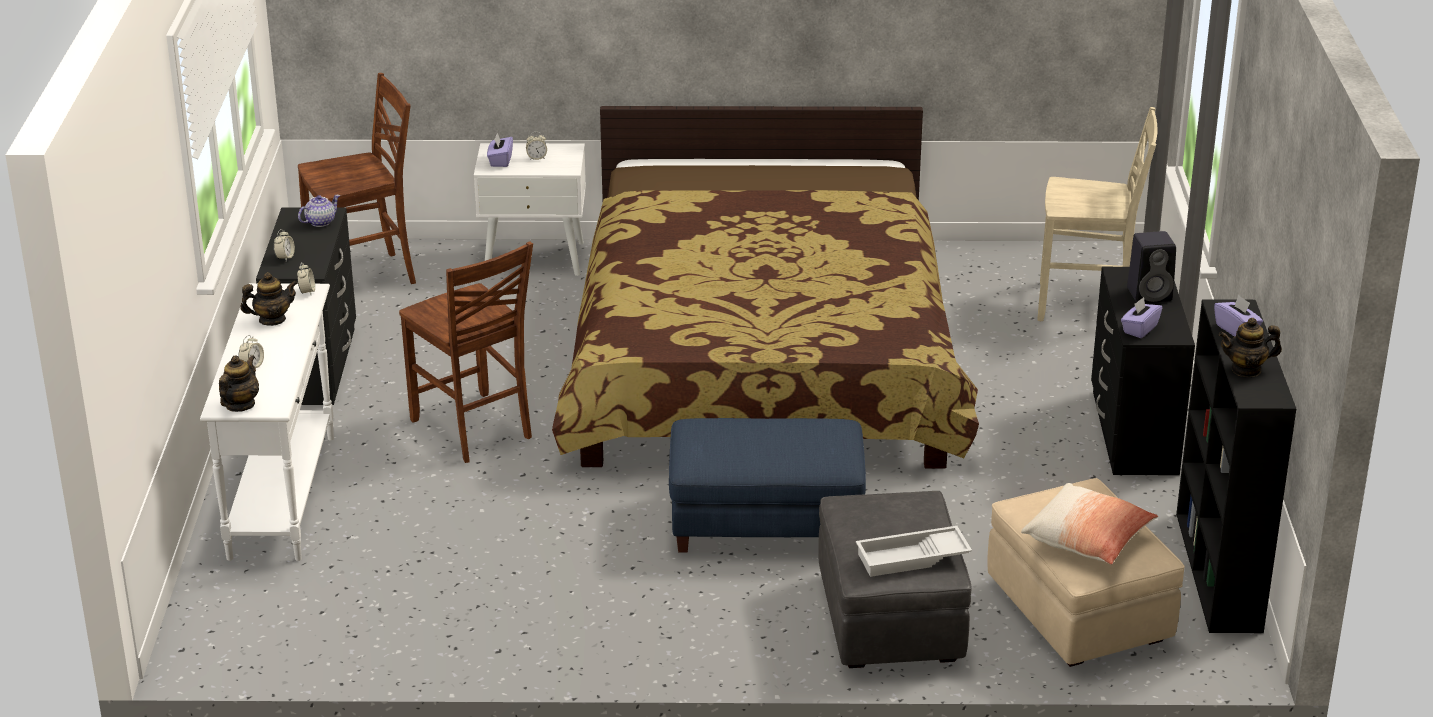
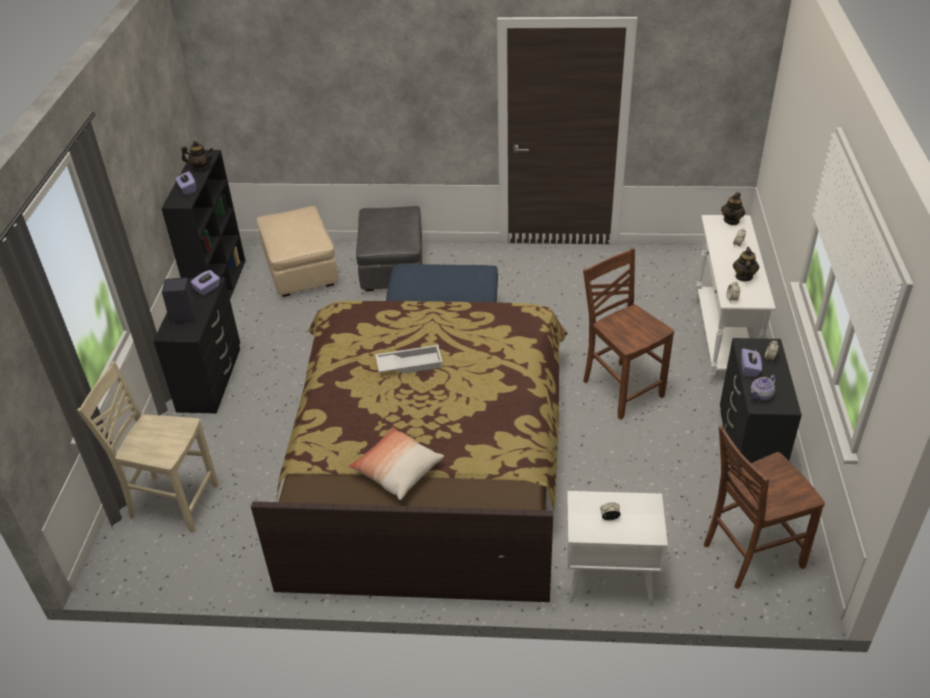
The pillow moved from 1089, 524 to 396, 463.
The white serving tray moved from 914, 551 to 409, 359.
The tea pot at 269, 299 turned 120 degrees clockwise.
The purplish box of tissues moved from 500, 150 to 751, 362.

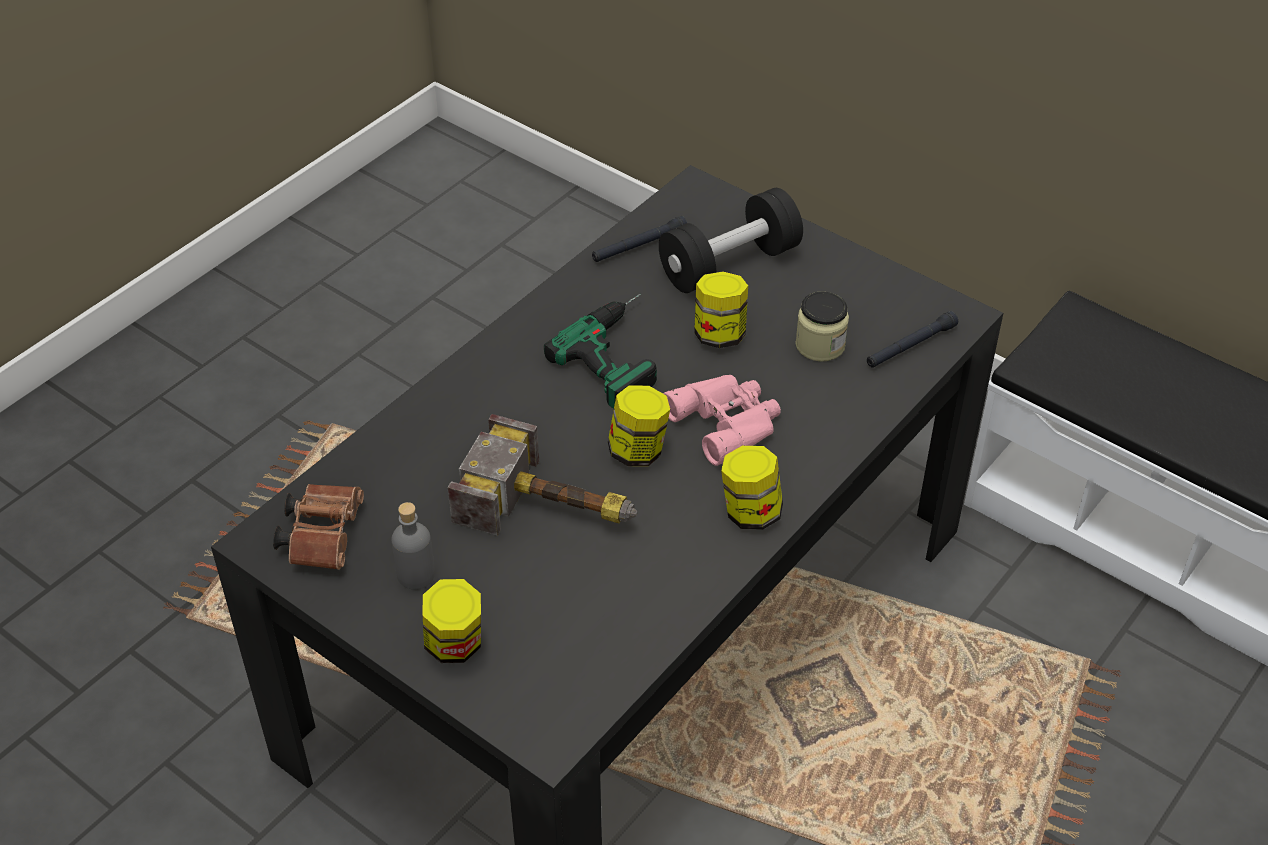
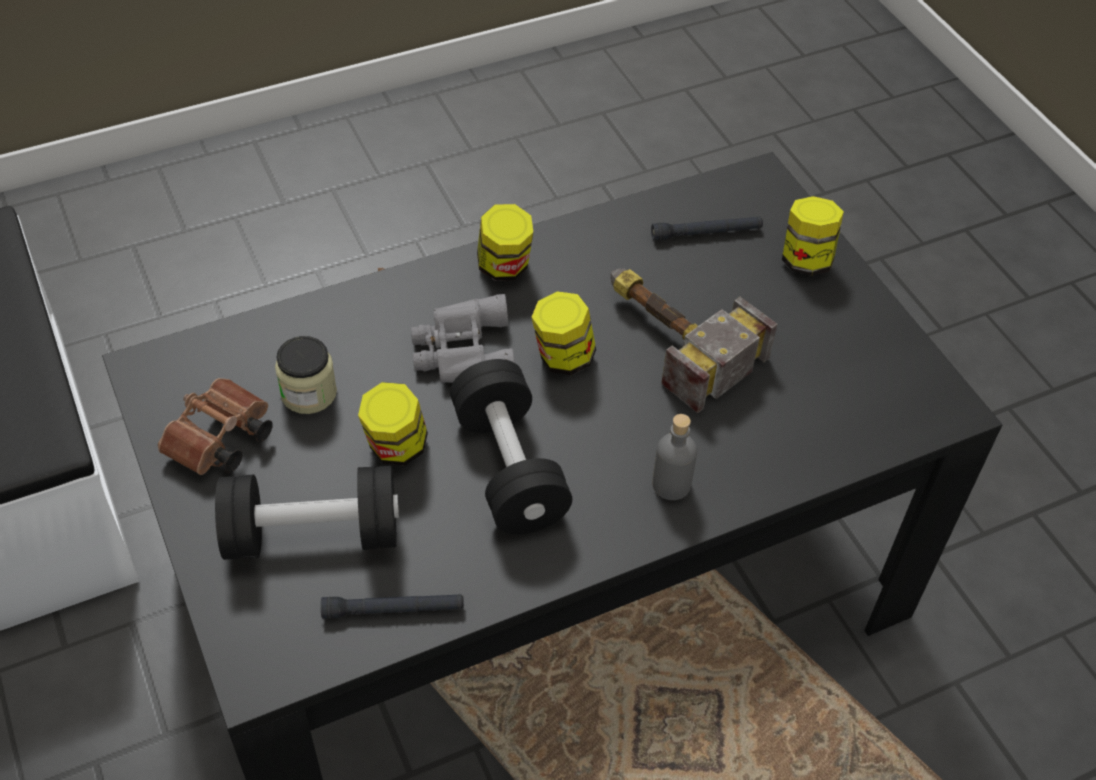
The brown-coloured field glasses moved from 318, 527 to 215, 426.
The pink field glasses at 722, 420 became the greyish field glasses at 463, 338.
The drill at 600, 351 was replaced by the black dumbbell at 511, 446.
The black hand torch moved from 912, 339 to 707, 229.
The greyish beverage bottle moved from 413, 546 to 674, 457.

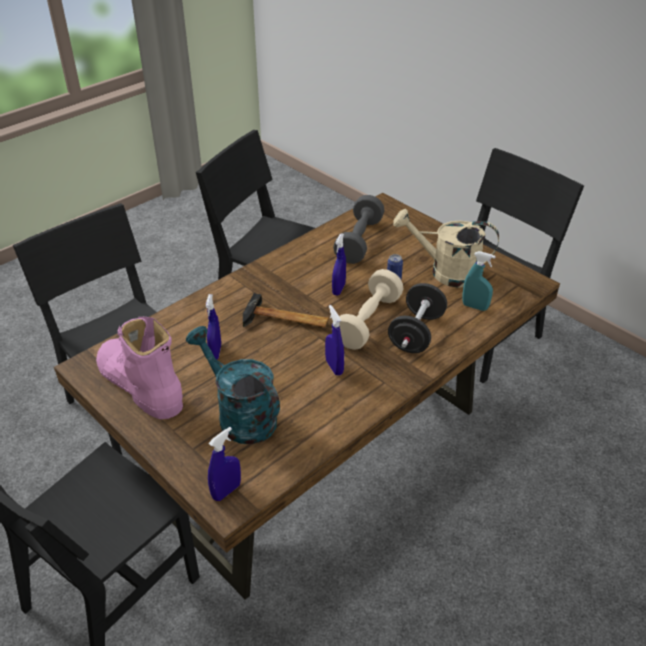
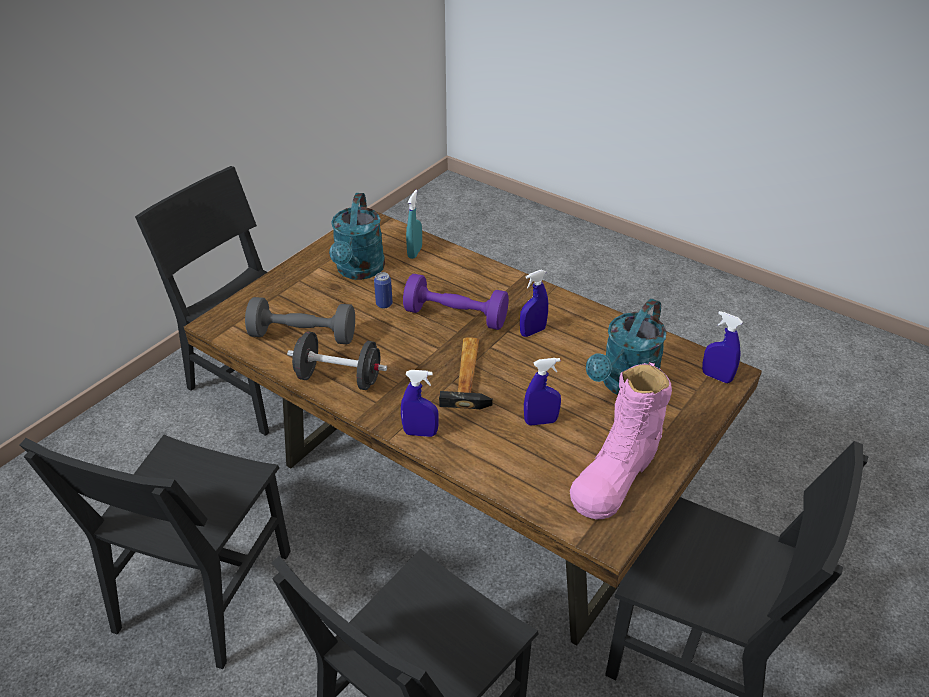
The black dumbbell moved from 417, 318 to 337, 360.
The beige watering pot at 446, 248 became the turquoise-coloured watering pot at 357, 236.
The blue sprayer moved from 339, 264 to 420, 403.
The beige dumbbell at 371, 309 became the purplish dumbbell at 456, 302.

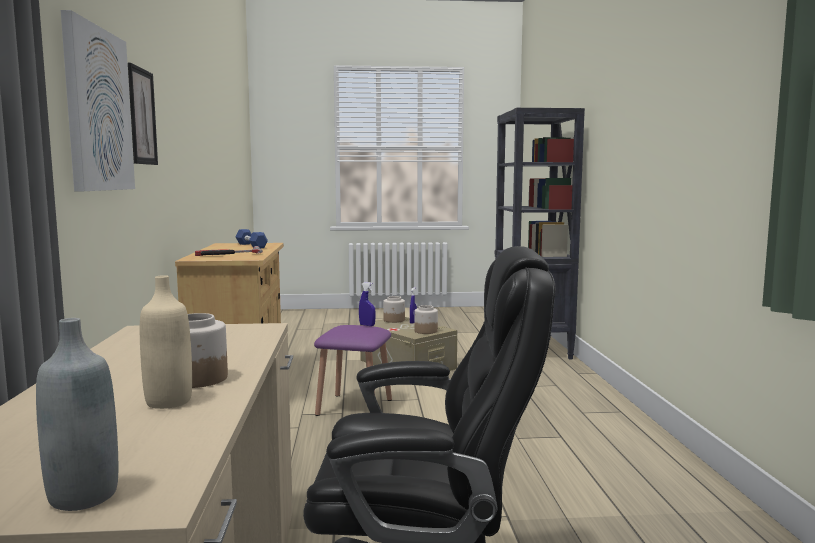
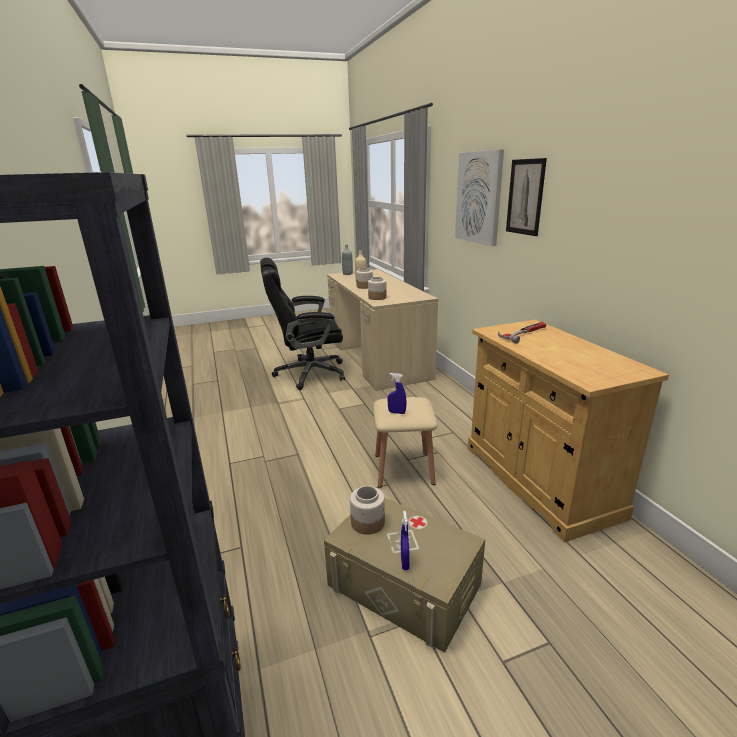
The jar moved from 394, 309 to 377, 288.
The purplish stool seat at 353, 370 became the beige stool seat at 405, 442.
The blue dumbbell at 252, 238 disappeared.

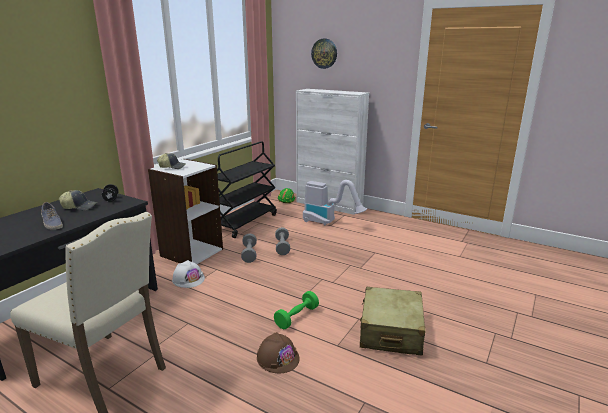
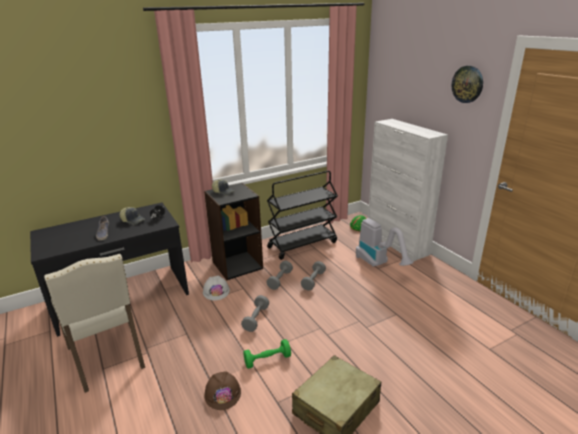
The white bookcase at 185, 211 became the black bookcase at 233, 232.
The greyish dumbbell at 255, 313 appeared.
The wall clock moved from 324, 54 to 467, 84.

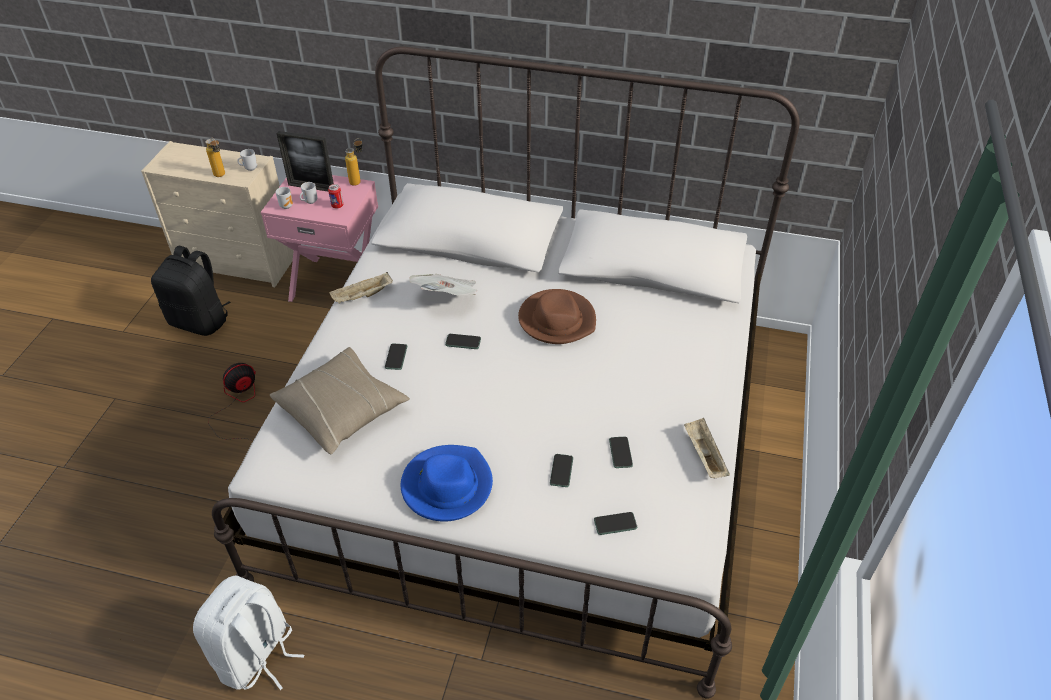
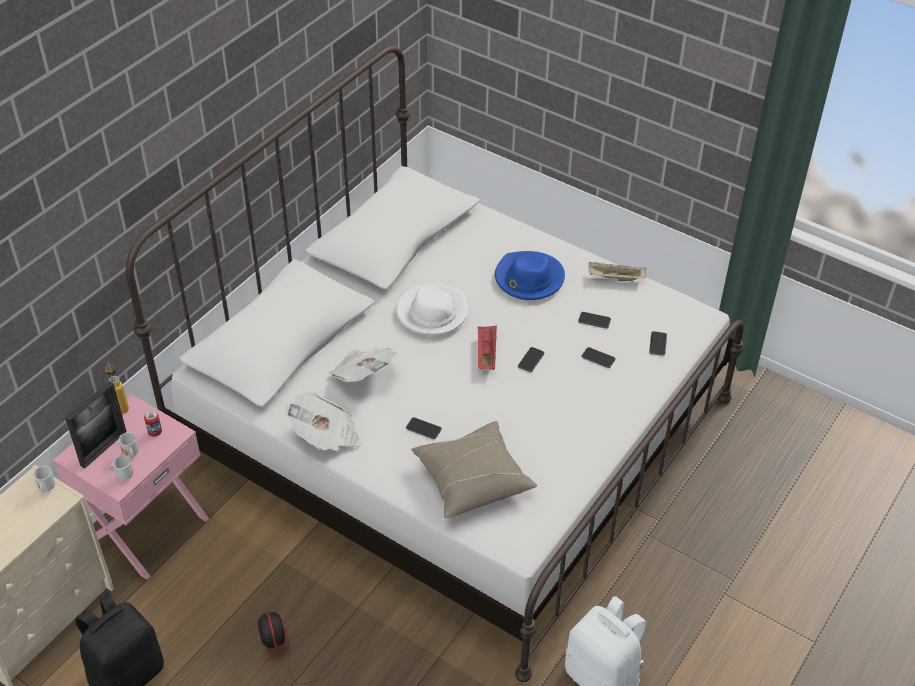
The beige serving tray at 361, 288 was replaced by the daily paper at 323, 421.
The brown-coloured hat at 557, 316 became the white hat at 432, 310.
The red-coloured serving tray at 487, 347 appeared.
The blue hat moved from 446, 483 to 530, 275.
The phone moved from 463, 341 to 531, 359.
The beverage bottle at 215, 157 disappeared.

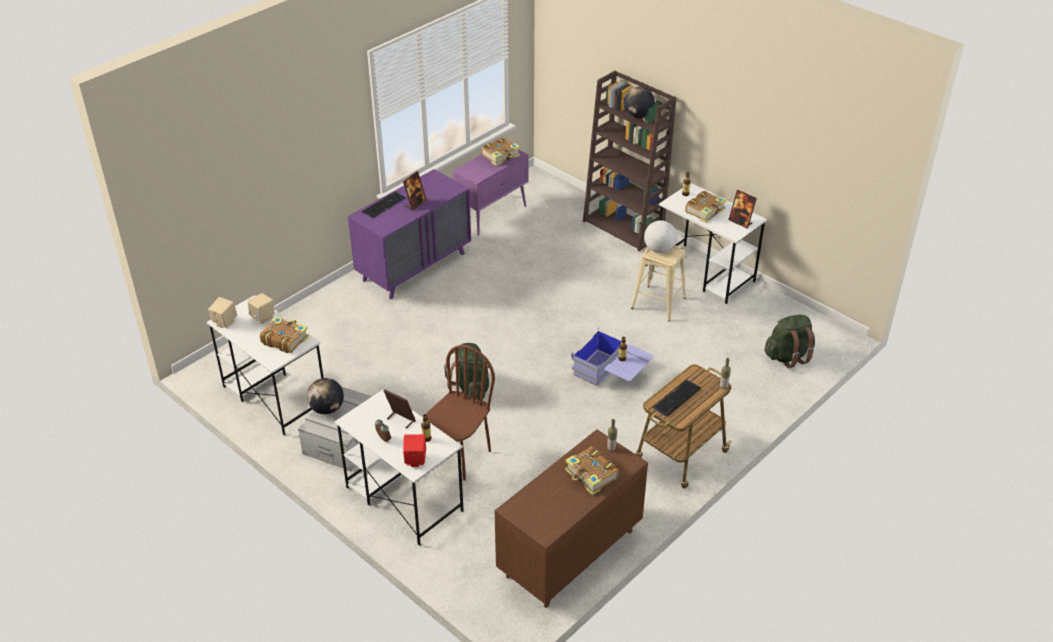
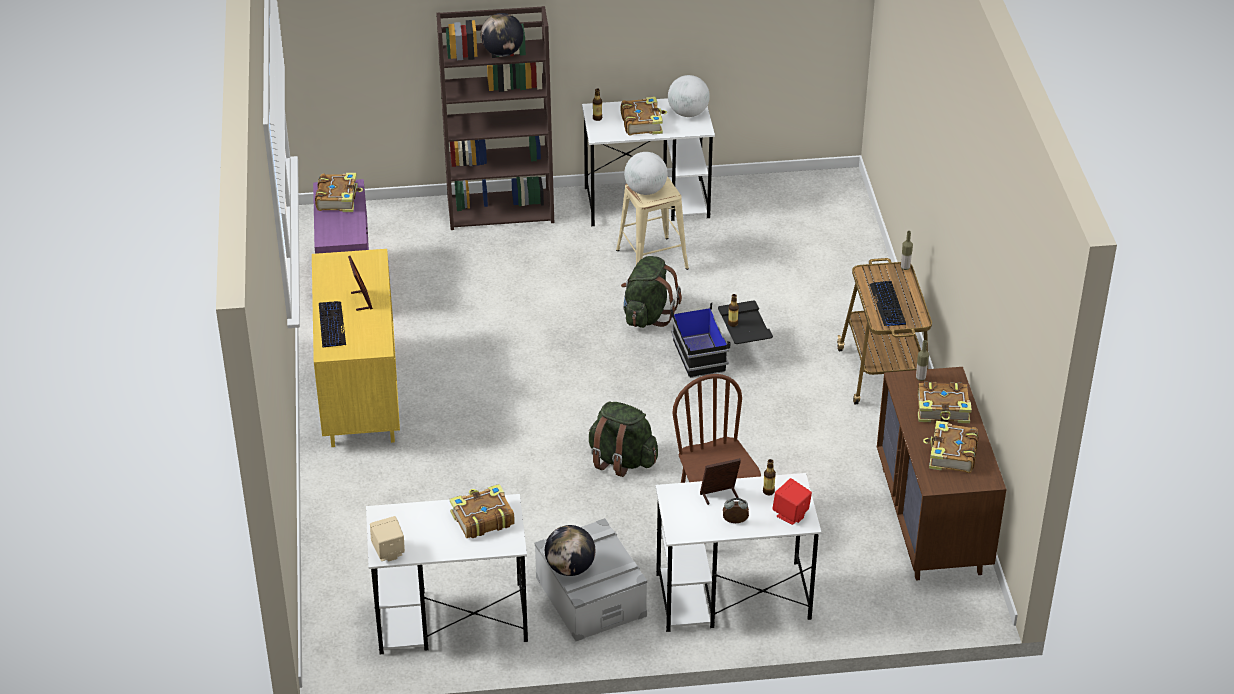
The purplish drawer chest at 409, 234 became the yellow drawer chest at 356, 348.
The greenish knapsack moved from 789, 341 to 651, 292.
The picture frame at 742, 209 was replaced by the world globe at 689, 96.
The blue storage container at 612, 356 became the black storage container at 721, 339.
The book at 951, 447 appeared.
The beige loudspeaker at 261, 308 disappeared.

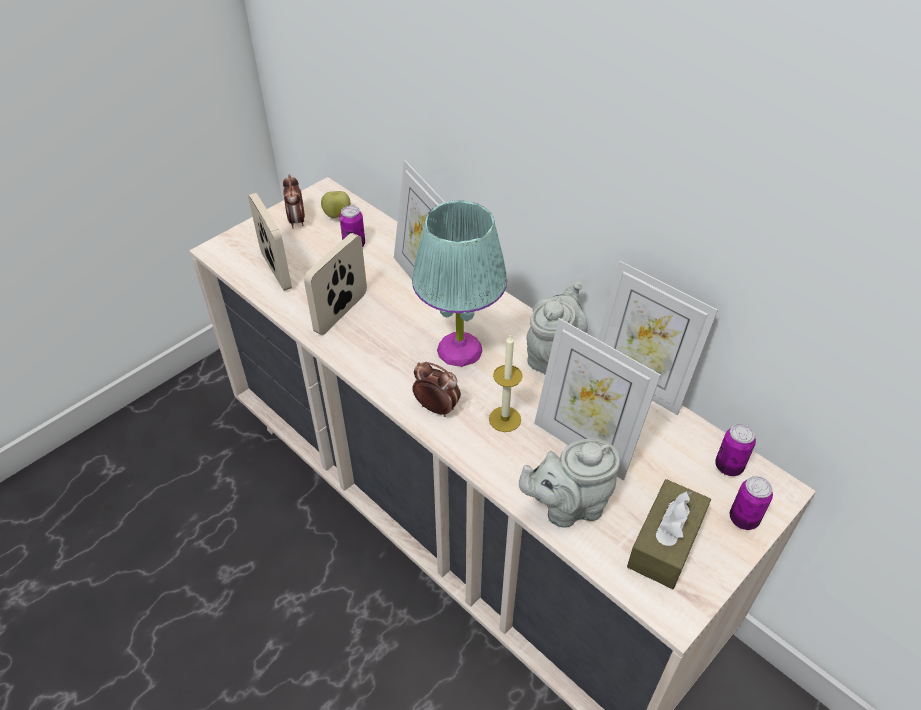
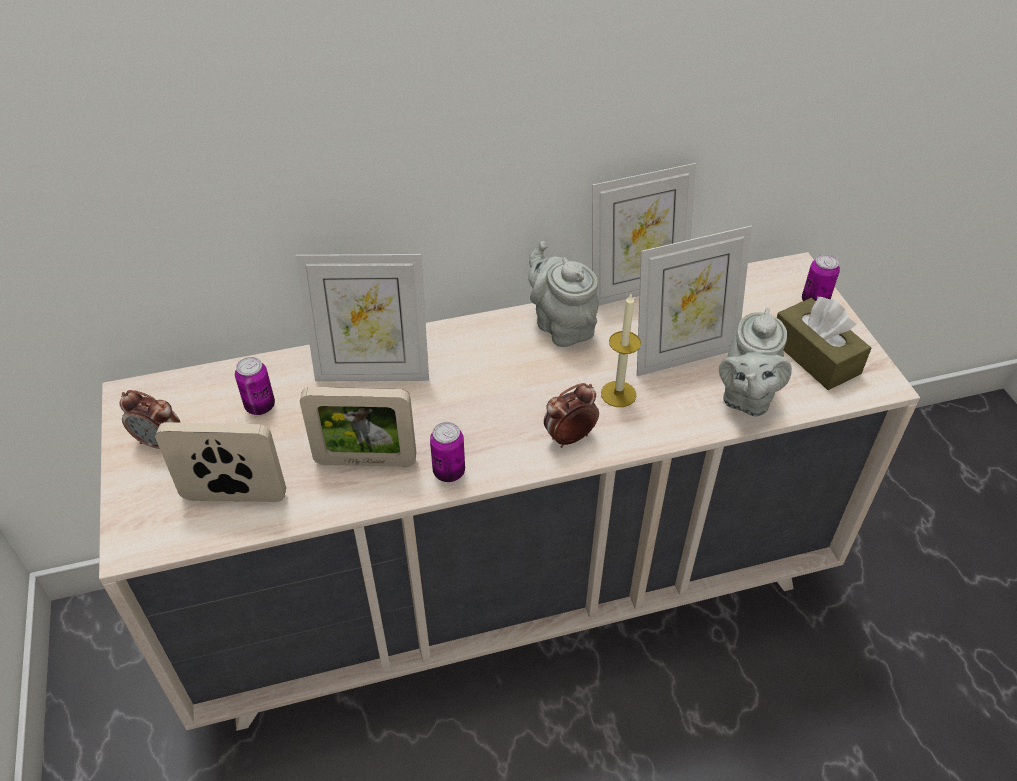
The picture frame at 335, 284 turned 60 degrees counterclockwise.
The sealed can moved from 735, 450 to 447, 452.
The apple at 335, 204 disappeared.
The turquoise-coloured lamp for a table at 459, 283 disappeared.

